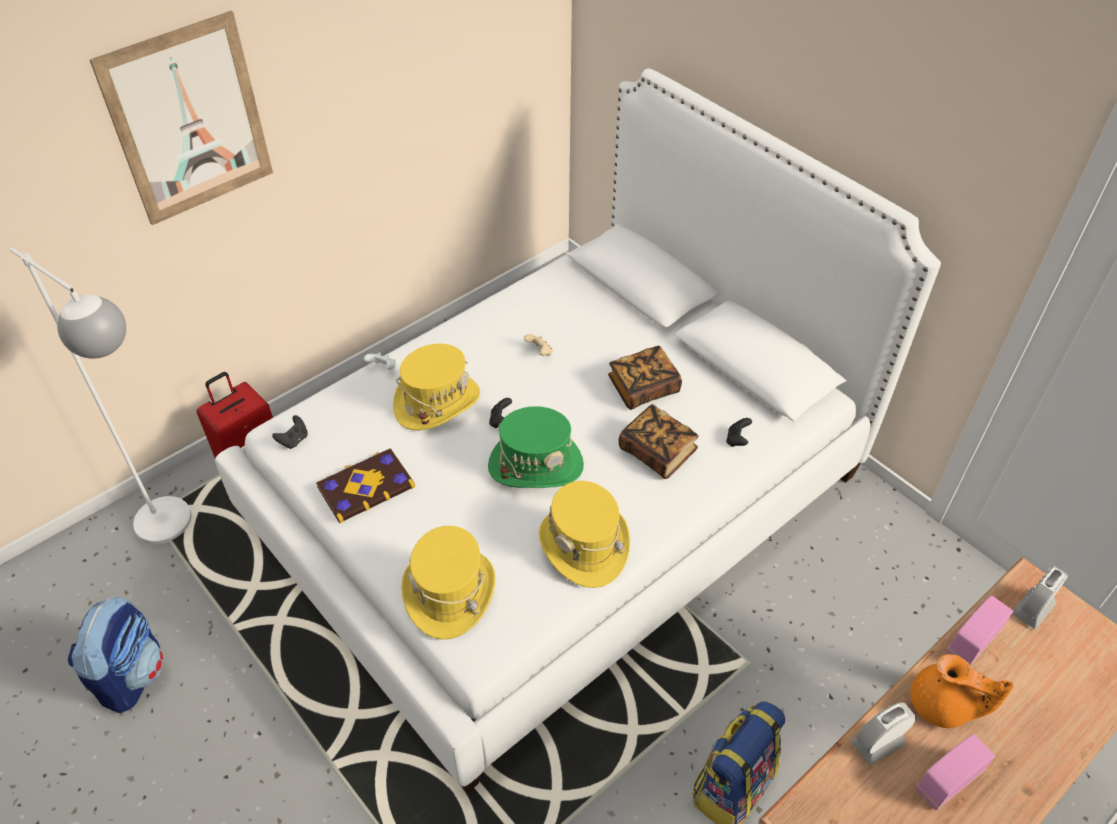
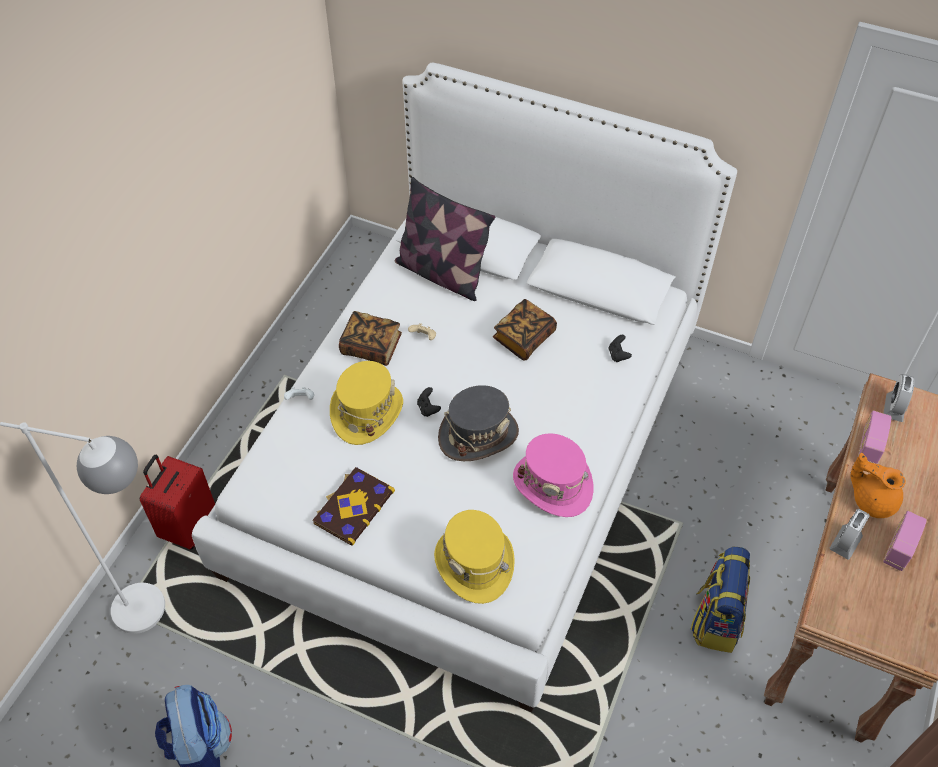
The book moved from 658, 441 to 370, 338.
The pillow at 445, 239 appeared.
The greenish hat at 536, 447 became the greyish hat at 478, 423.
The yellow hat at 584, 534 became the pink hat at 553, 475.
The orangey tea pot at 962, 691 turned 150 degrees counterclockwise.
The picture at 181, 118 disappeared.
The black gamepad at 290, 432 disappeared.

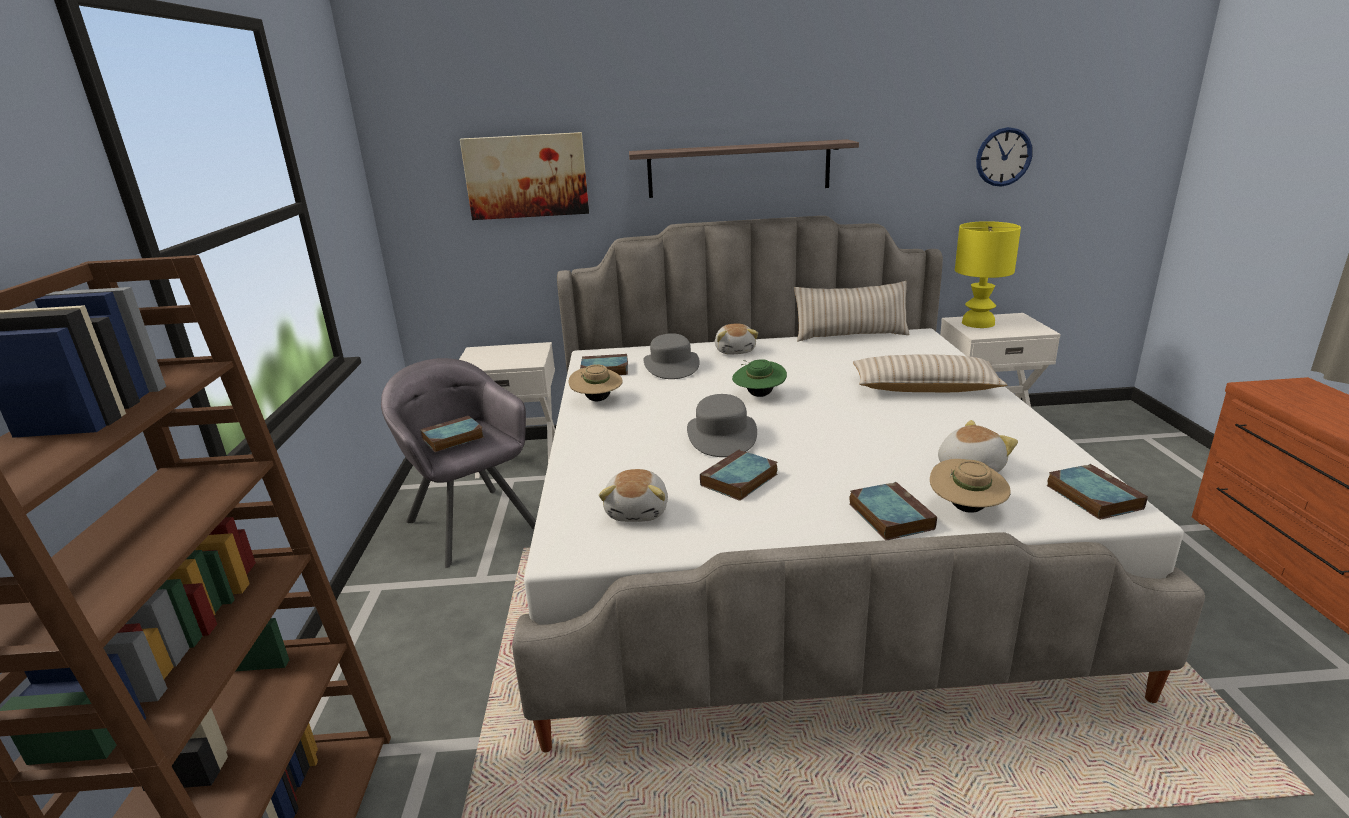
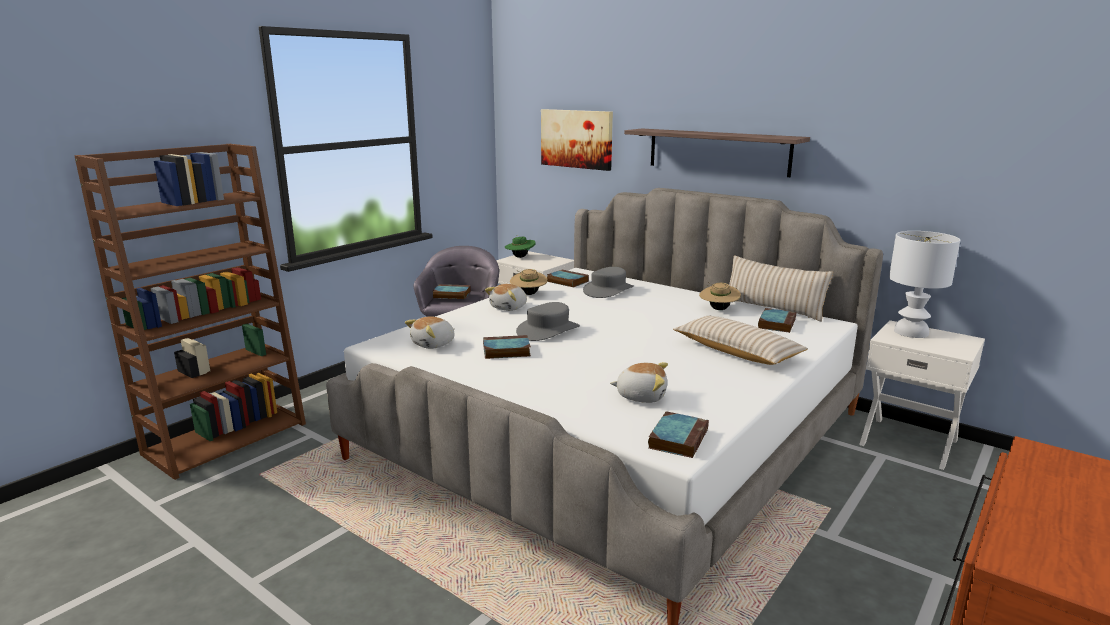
The plush toy moved from 736, 339 to 506, 297.
The greenish hat moved from 759, 378 to 520, 246.
The beige hat moved from 970, 486 to 720, 296.
The book moved from 893, 511 to 777, 320.
The yellow lamp for a table at 988, 274 became the white lamp for a table at 924, 284.
The wall clock at 1004, 157 disappeared.

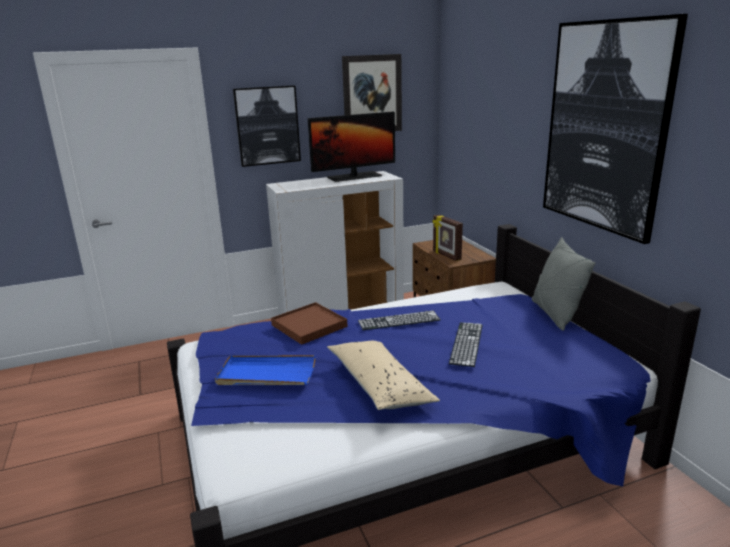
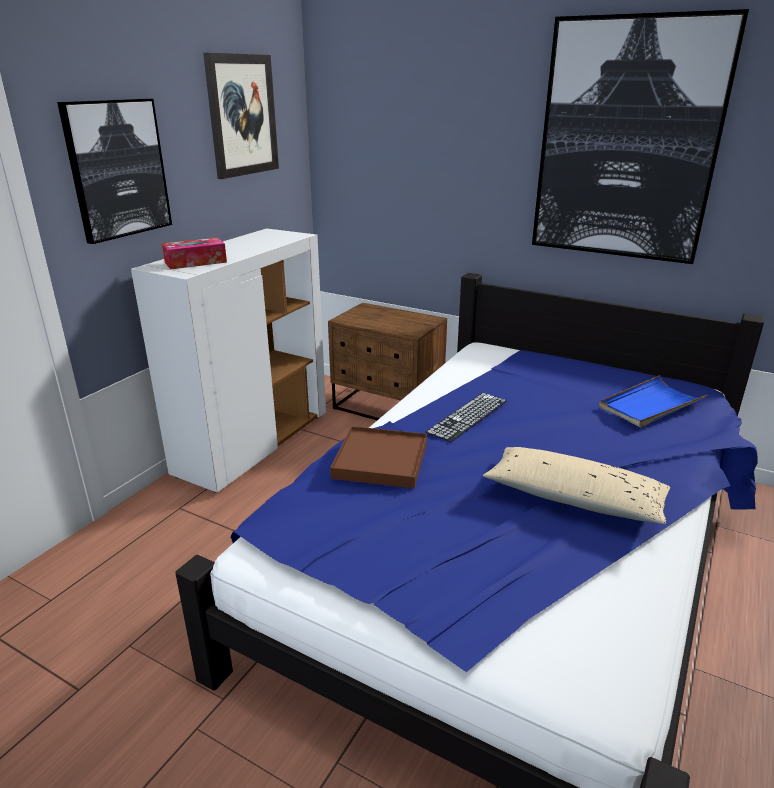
The box of tissues at 194, 254 appeared.
The blue serving tray moved from 265, 370 to 653, 401.
The computer display at 351, 147 disappeared.
The picture frame at 448, 238 disappeared.
The PC keyboard at 466, 344 disappeared.
The greyish pillow at 564, 284 disappeared.

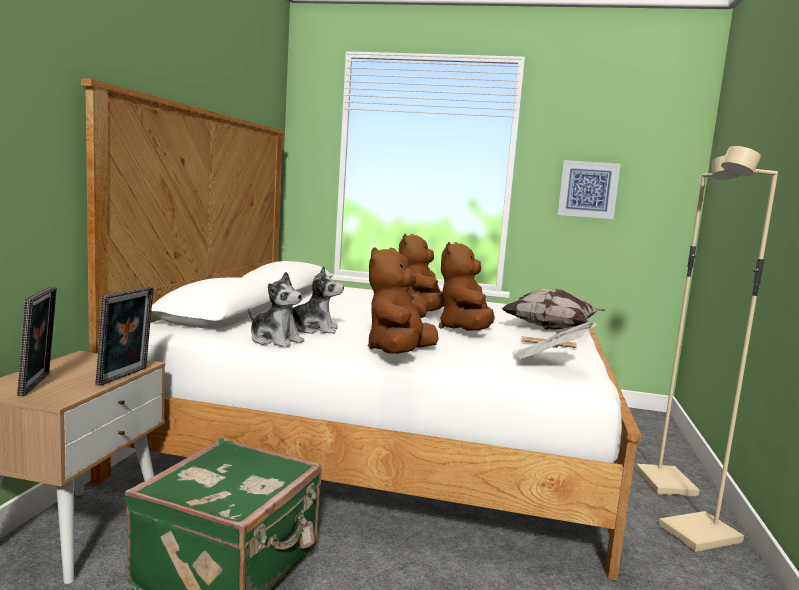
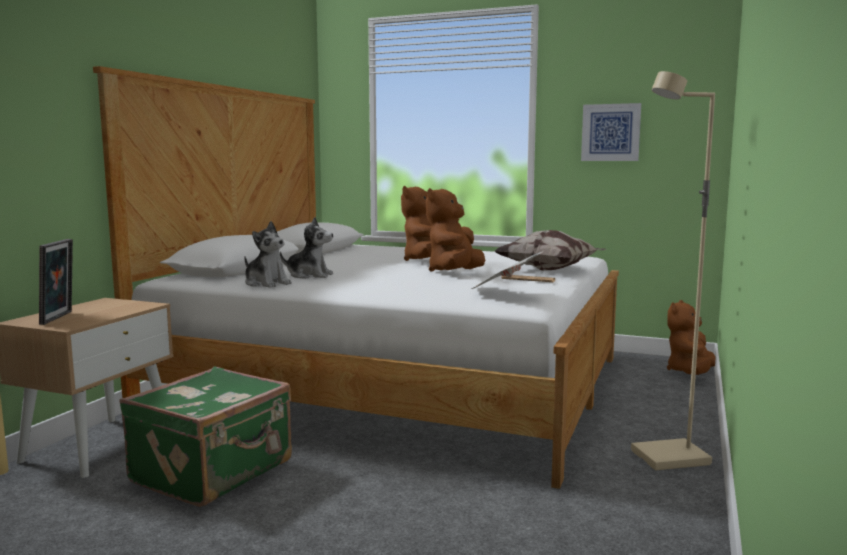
The brown-coloured plush toy moved from 403, 300 to 691, 337.
The picture frame at 125, 336 disappeared.
The beige standard lamp at 688, 326 disappeared.

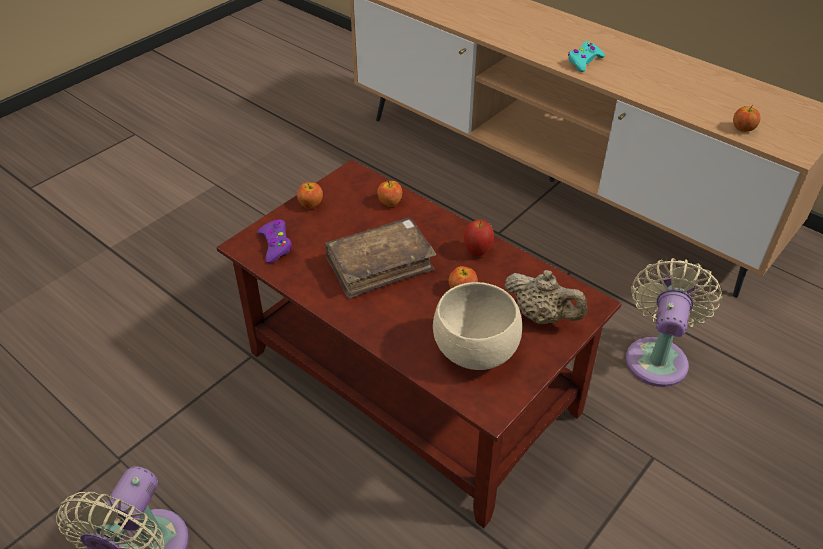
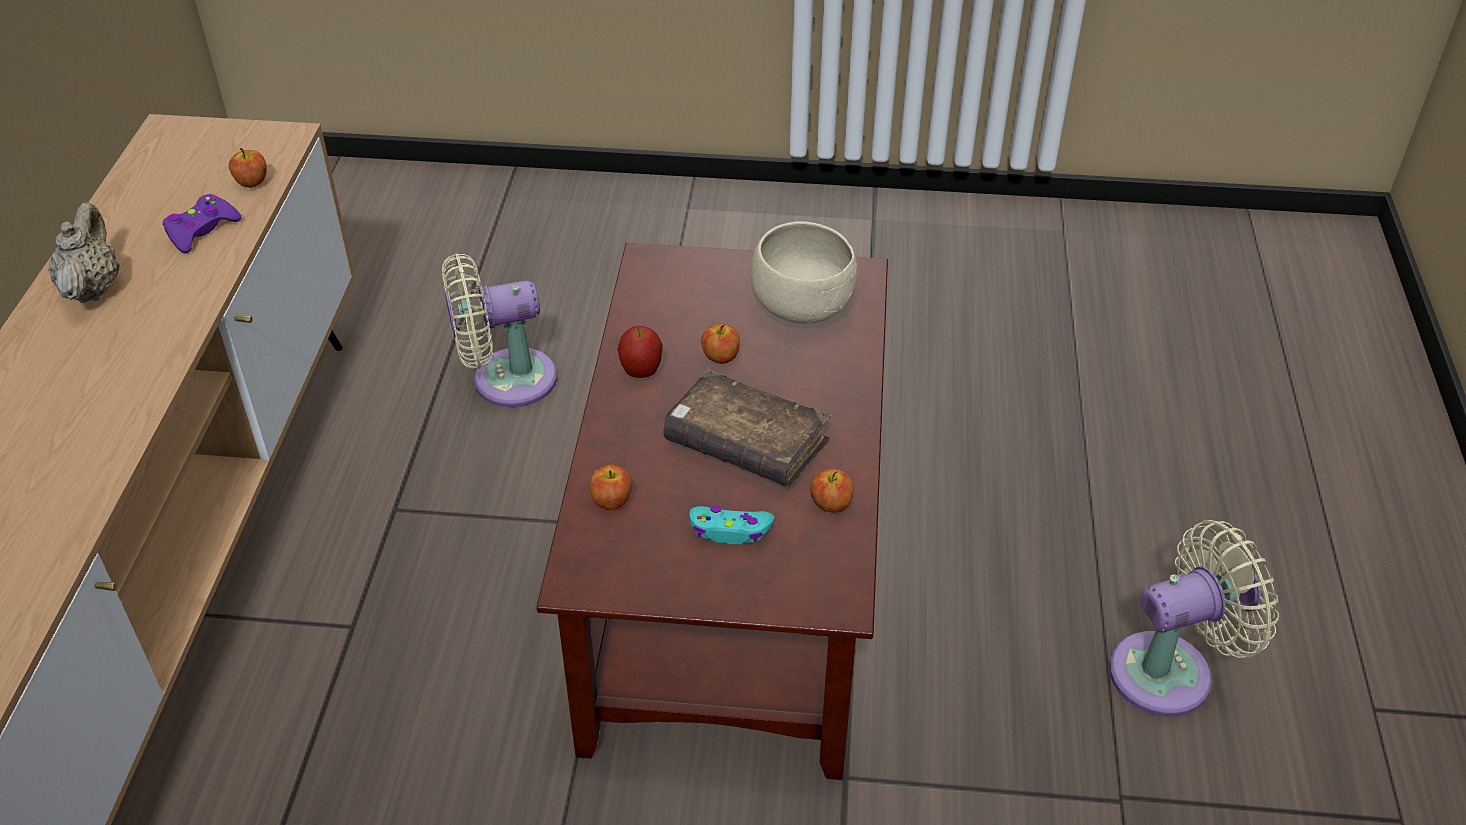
The beige tea pot moved from 545, 297 to 84, 252.
The purplish gamepad moved from 274, 241 to 202, 223.
The turquoise-coloured gamepad moved from 586, 56 to 732, 524.
The apple moved from 310, 195 to 832, 491.

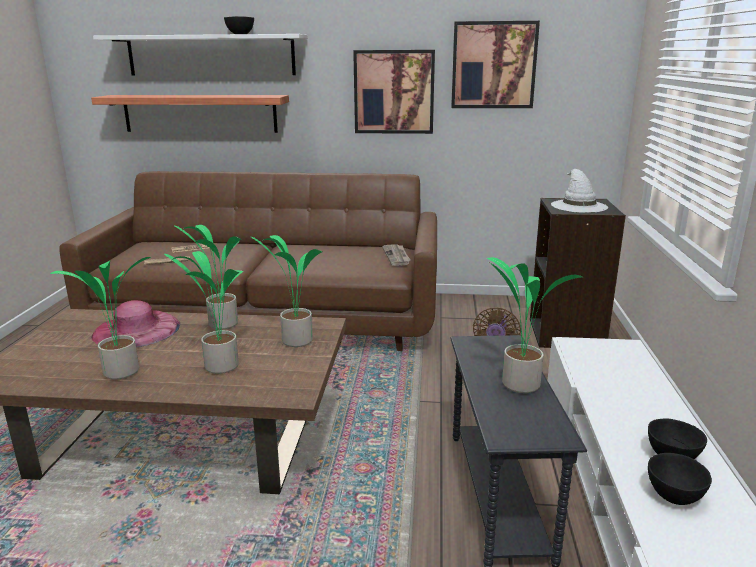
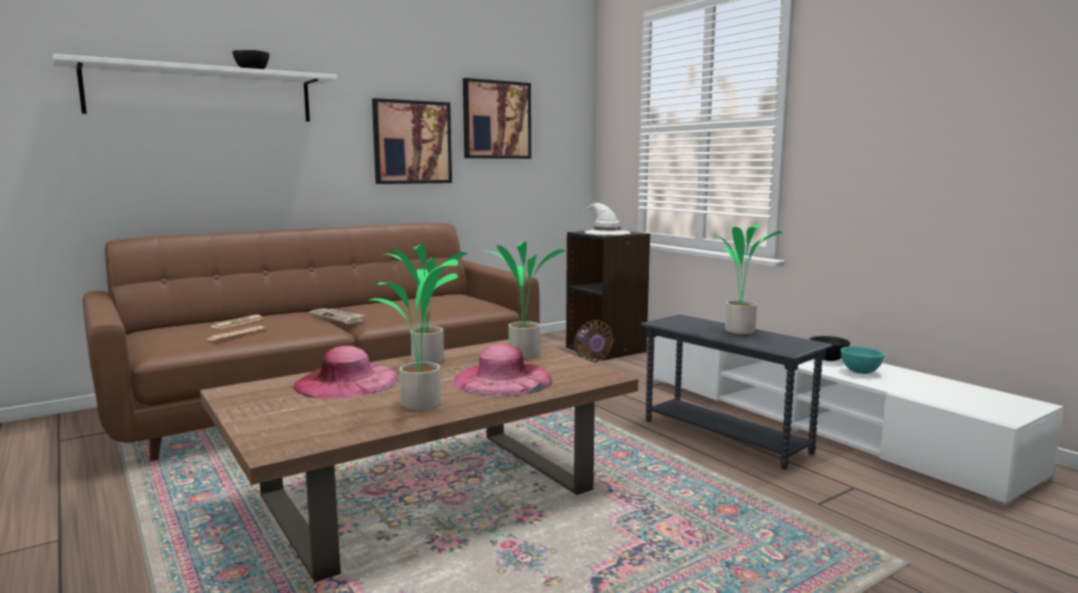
The daily paper moved from 396, 255 to 337, 316.
The potted plant at 203, 312 was replaced by the pink hat at 502, 369.
The black serving bowl at 680, 479 became the turquoise-coloured serving bowl at 863, 360.
The wall shelf at 190, 114 disappeared.

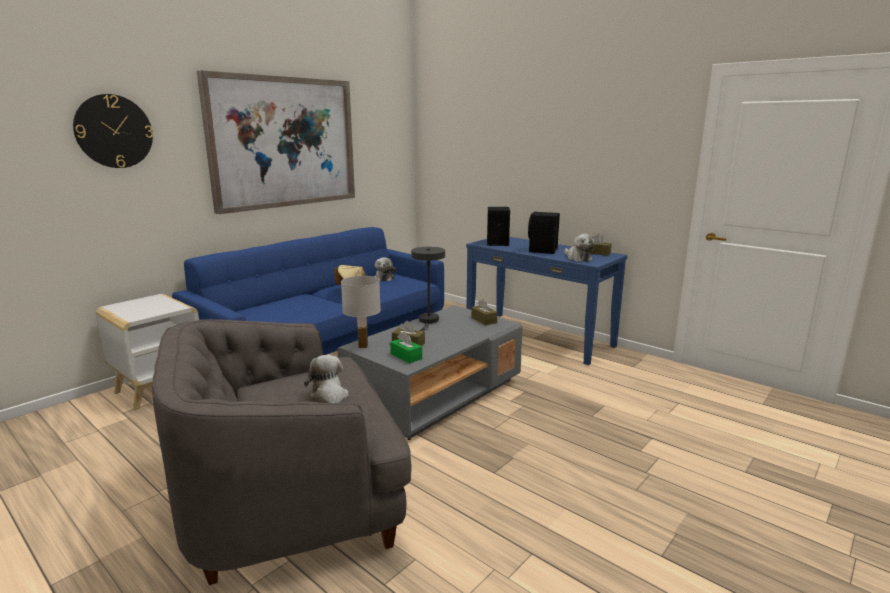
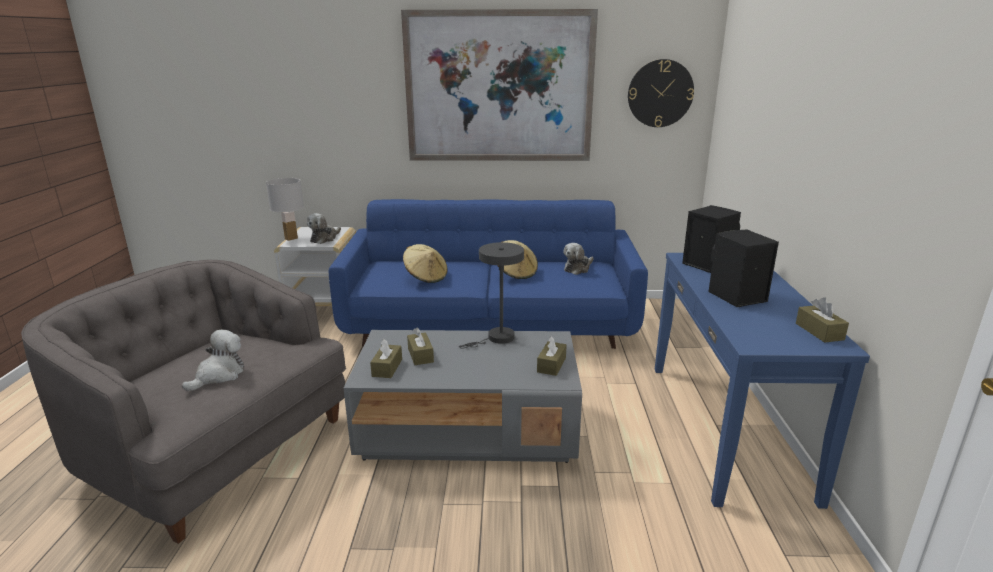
The white lamp for a table moved from 361, 312 to 285, 209.
The plush toy moved from 579, 248 to 324, 228.
The greenish box of tissues at 406, 348 became the brown-coloured box of tissues at 386, 358.
The beige hat at 425, 263 appeared.
The wall clock moved from 113, 131 to 661, 93.

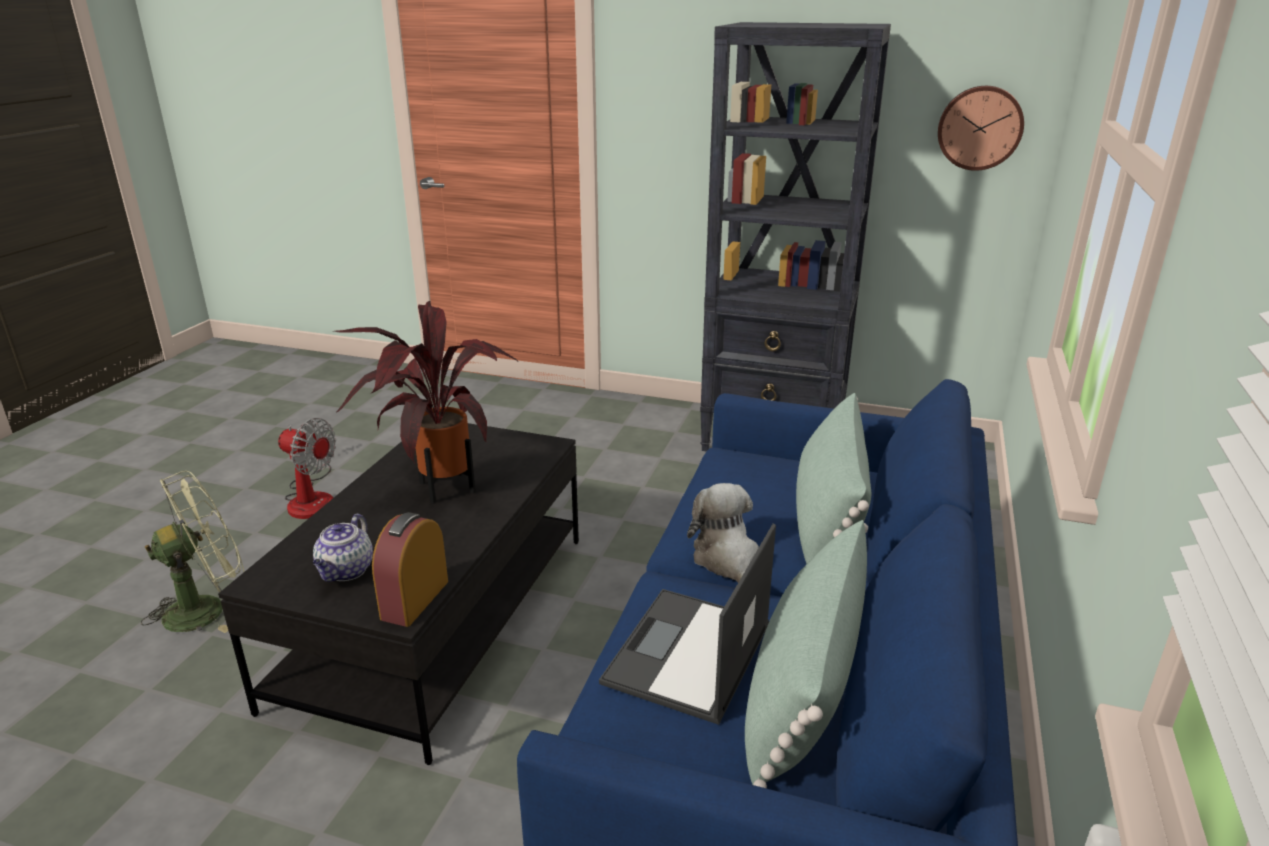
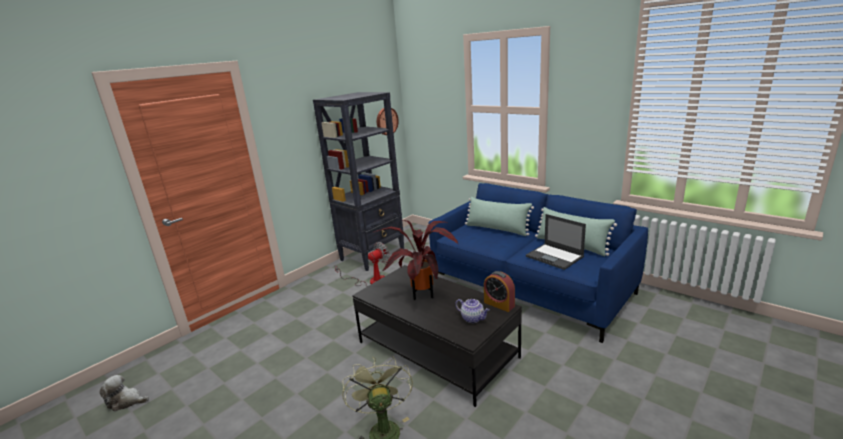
The plush toy moved from 723, 532 to 124, 393.
The electric fan moved from 307, 468 to 362, 264.

